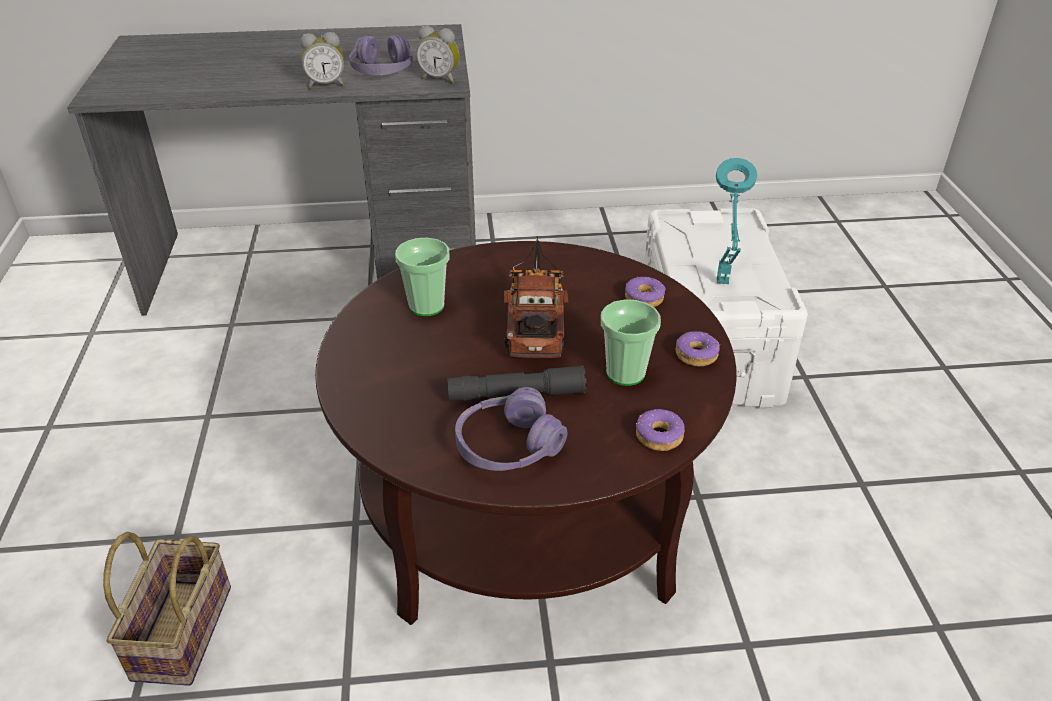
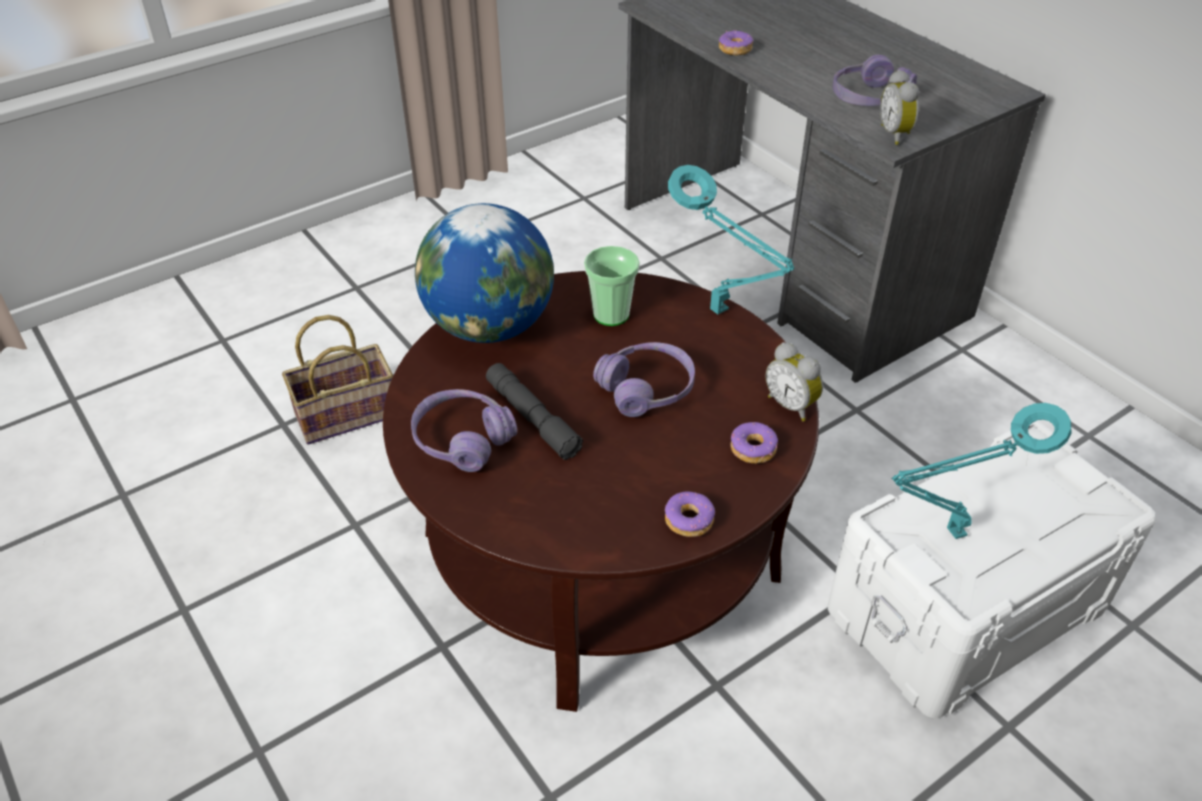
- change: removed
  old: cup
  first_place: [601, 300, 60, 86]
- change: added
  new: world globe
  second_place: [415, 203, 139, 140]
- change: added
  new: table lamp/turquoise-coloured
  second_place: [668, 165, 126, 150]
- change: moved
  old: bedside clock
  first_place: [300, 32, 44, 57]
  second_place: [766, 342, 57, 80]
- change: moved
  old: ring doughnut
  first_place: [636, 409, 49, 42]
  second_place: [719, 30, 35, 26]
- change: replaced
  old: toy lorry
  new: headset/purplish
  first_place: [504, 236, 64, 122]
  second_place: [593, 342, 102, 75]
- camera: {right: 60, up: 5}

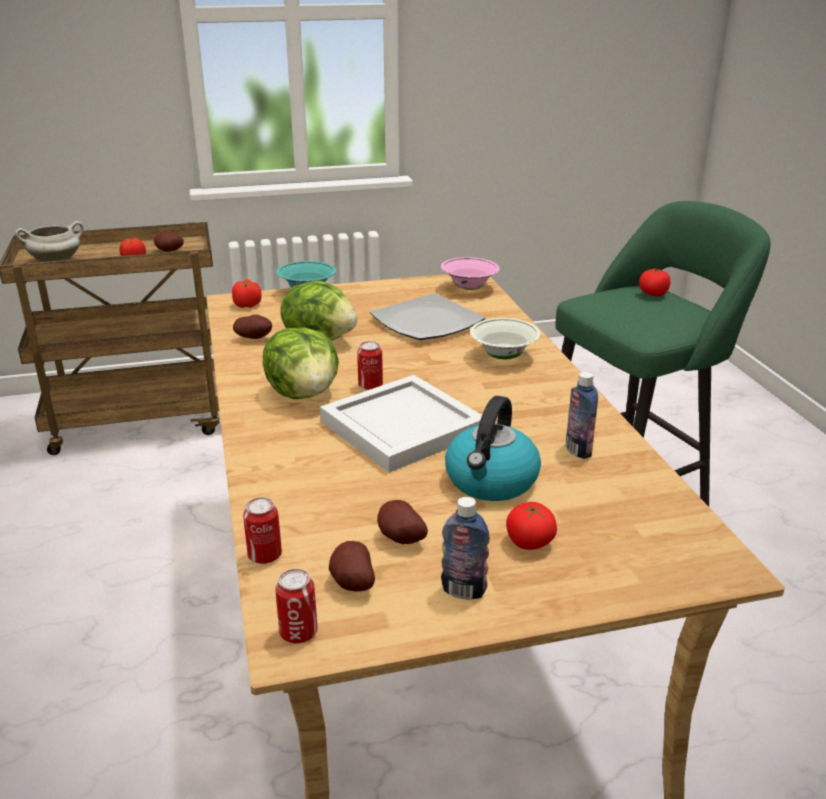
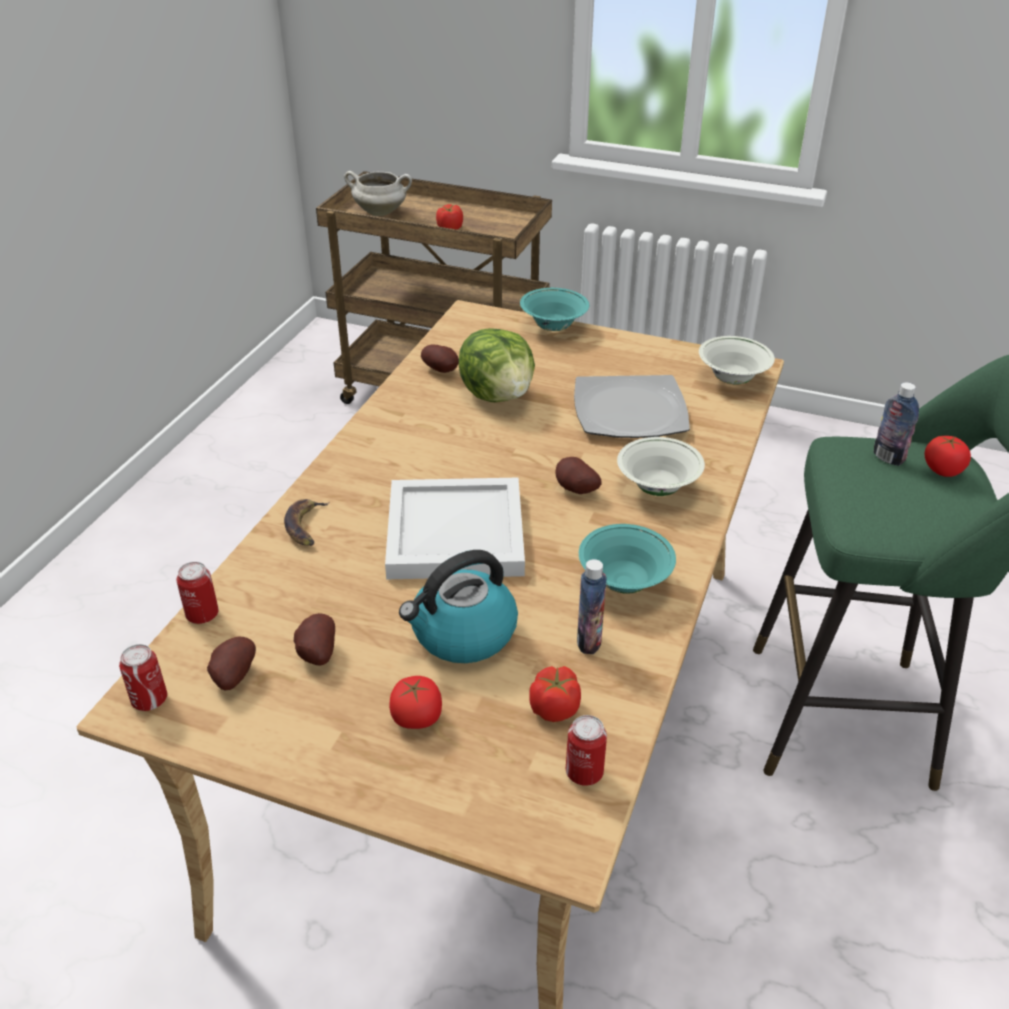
- change: removed
  old: head of lettuce
  first_place: [263, 327, 76, 72]
- change: added
  new: whole banana
  second_place: [284, 499, 45, 47]
- change: added
  new: deep dish/turquoise-coloured
  second_place: [579, 524, 97, 70]
- change: moved
  old: whole potato
  first_place: [154, 232, 30, 20]
  second_place: [556, 457, 46, 37]
- change: moved
  old: tomato
  first_place: [232, 280, 30, 28]
  second_place: [529, 666, 52, 56]
- change: moved
  old: sealed can
  first_place: [357, 341, 26, 49]
  second_place: [566, 715, 41, 71]
- change: moved
  old: drink bottle
  first_place: [441, 497, 49, 102]
  second_place: [874, 382, 45, 84]
- change: recoloured
  old: deep dish/pink-coloured
  new: deep dish/white
  first_place: [441, 257, 59, 33]
  second_place: [699, 336, 76, 48]
- camera: {right: 35, up: 10}

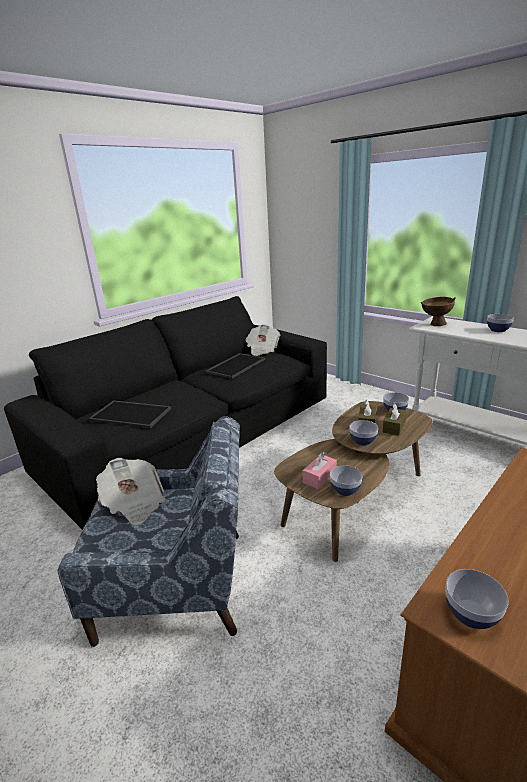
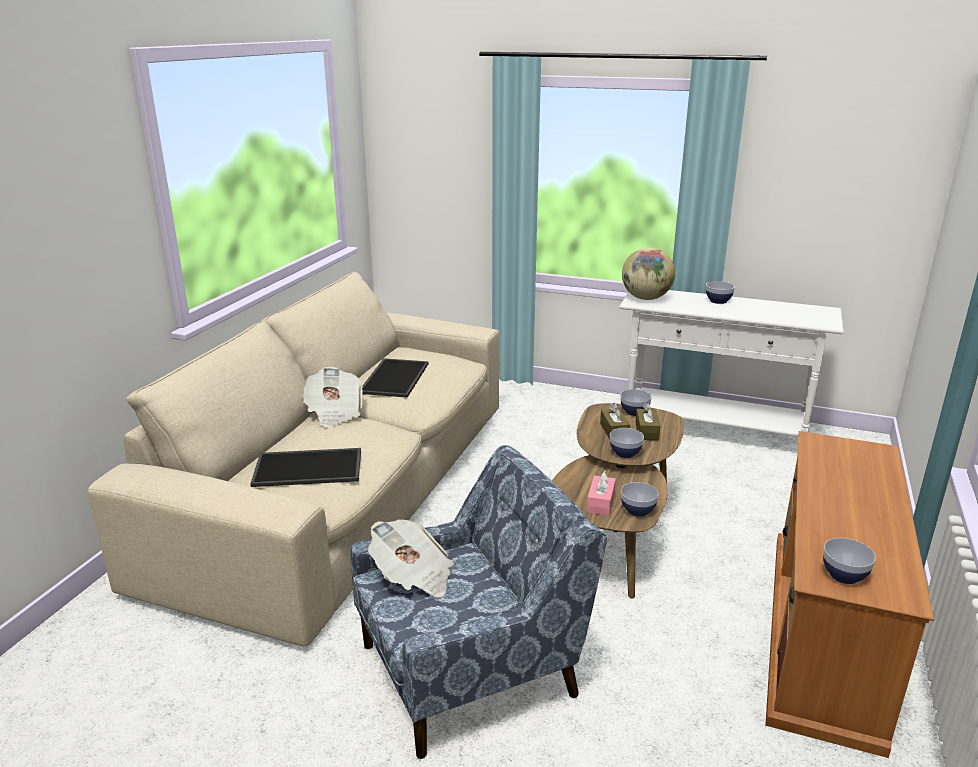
- change: moved
  old: daily paper
  first_place: [246, 324, 34, 32]
  second_place: [302, 367, 61, 60]
- change: replaced
  old: deep dish/brown-coloured
  new: world globe
  first_place: [421, 297, 35, 29]
  second_place: [622, 247, 53, 53]
- change: recoloured
  old: settee/blackish
  new: settee/sand-coloured
  first_place: [4, 296, 323, 234]
  second_place: [88, 272, 411, 374]
- camera: {right: -25, up: 0}

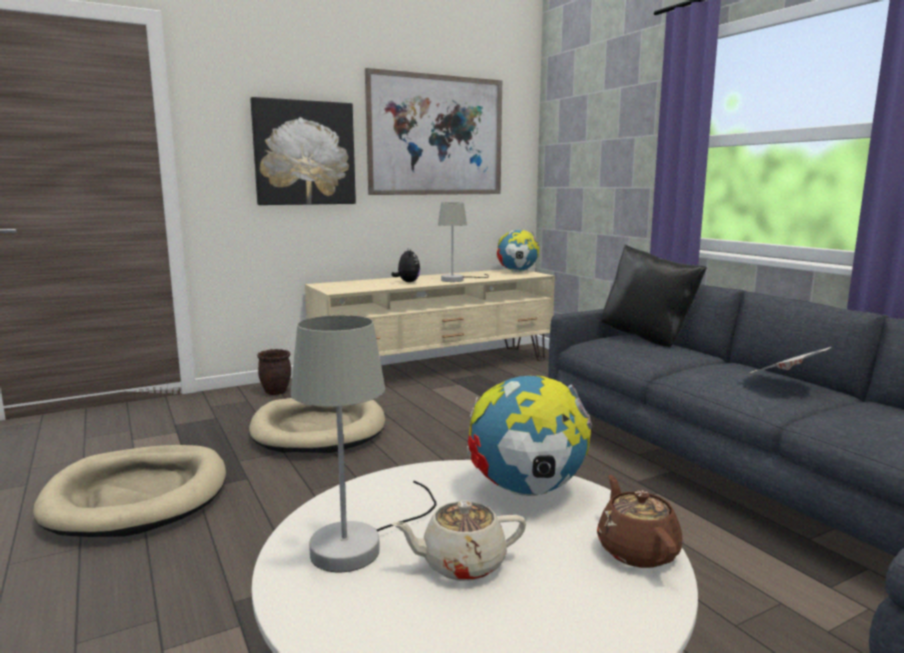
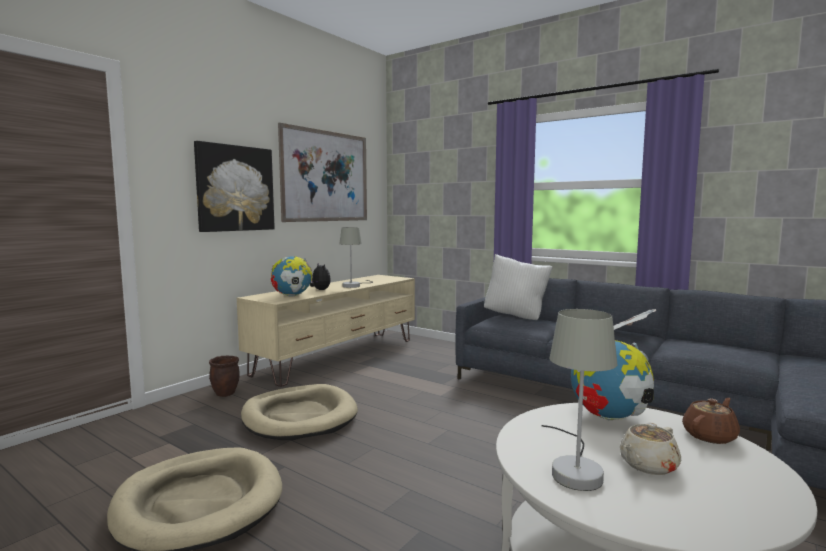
- change: moved
  old: world globe
  first_place: [497, 230, 43, 42]
  second_place: [271, 256, 41, 40]
- change: recoloured
  old: throw pillow/blackish
  new: throw pillow/white
  first_place: [601, 244, 106, 103]
  second_place: [484, 254, 69, 66]
- change: turned
  old: tea pot/brown-coloured
  first_place: [597, 475, 85, 93]
  second_place: [682, 398, 58, 46]
  degrees: 90
- camera: {right: -25, up: -5}

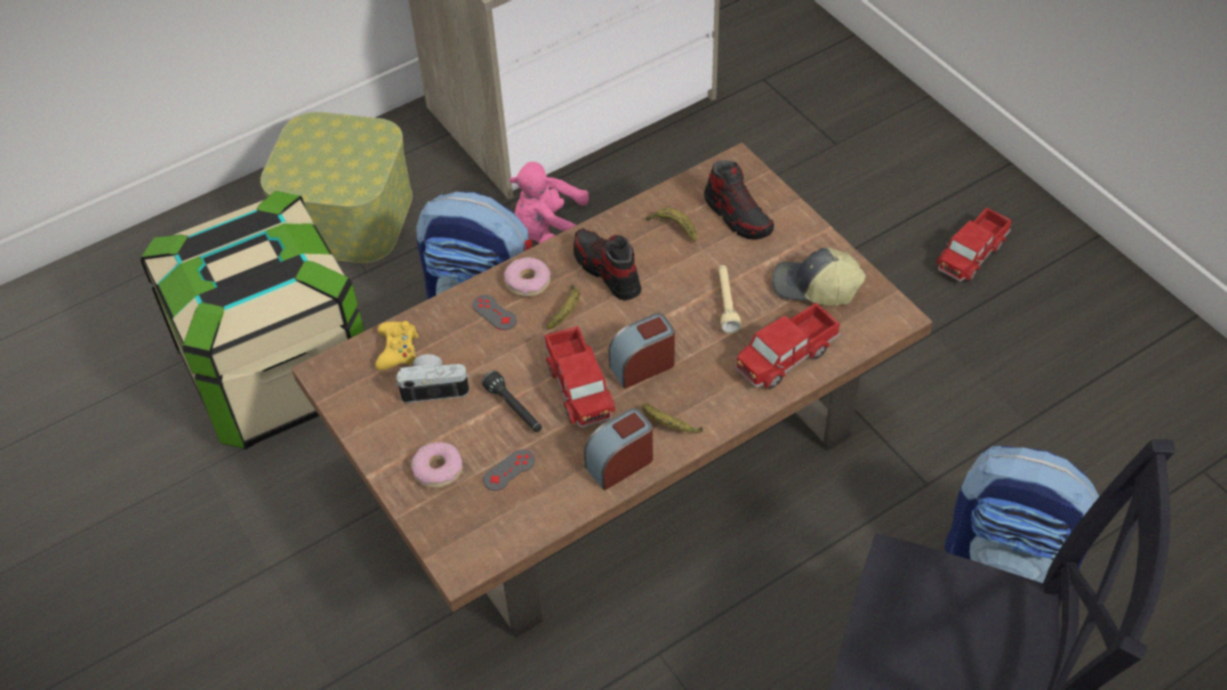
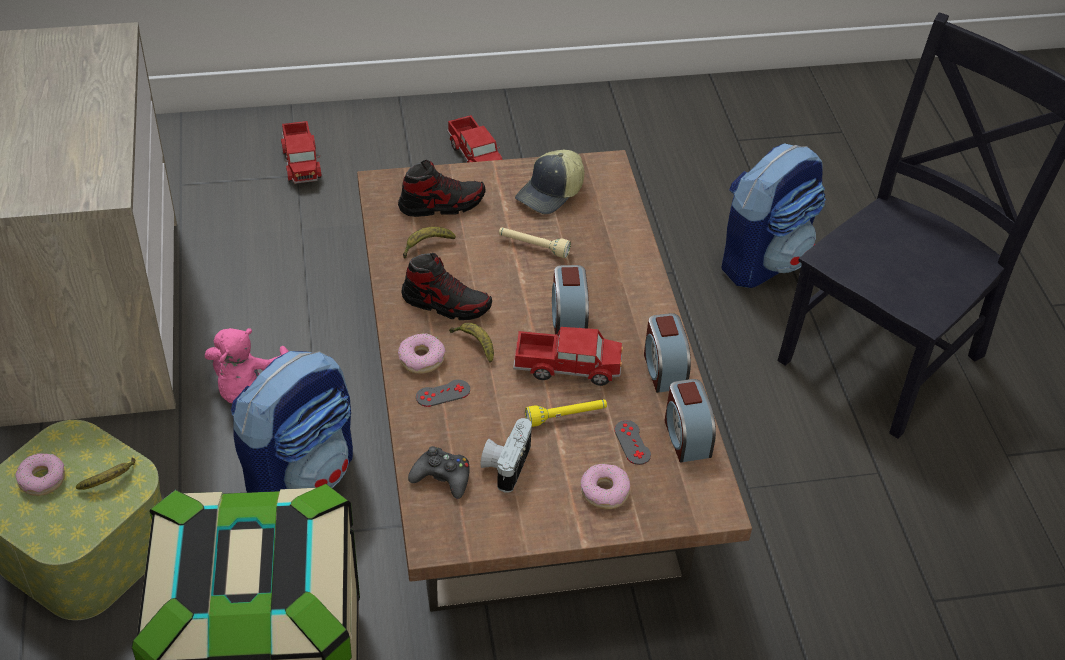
- change: added
  new: ring doughnut
  second_place: [16, 453, 49, 43]
- change: added
  new: bedside clock
  second_place: [664, 379, 52, 84]
- change: moved
  old: whole banana
  first_place: [642, 403, 61, 30]
  second_place: [76, 458, 60, 32]
- change: moved
  old: toy lorry
  first_place: [735, 303, 105, 86]
  second_place: [281, 121, 41, 63]
- change: recoloured
  old: gamepad/yellow-coloured
  new: gamepad/blackish
  first_place: [375, 321, 44, 49]
  second_place: [408, 446, 62, 53]
- change: recoloured
  old: hand torch/blackish
  new: hand torch/yellow-coloured
  first_place: [482, 370, 60, 62]
  second_place: [525, 399, 82, 28]
- change: turned
  old: shoe
  first_place: [573, 228, 69, 72]
  second_place: [401, 253, 91, 67]
  degrees: -150
- camera: {right: -70, up: -5}

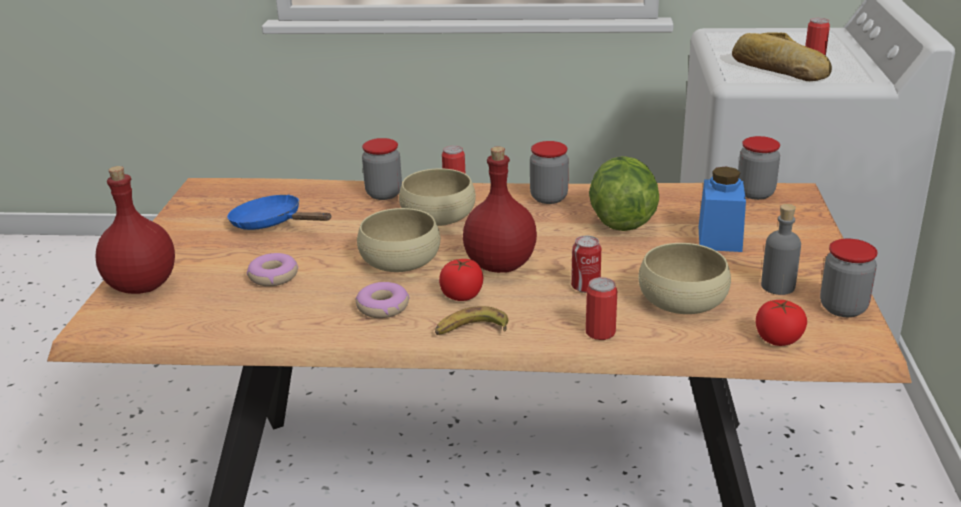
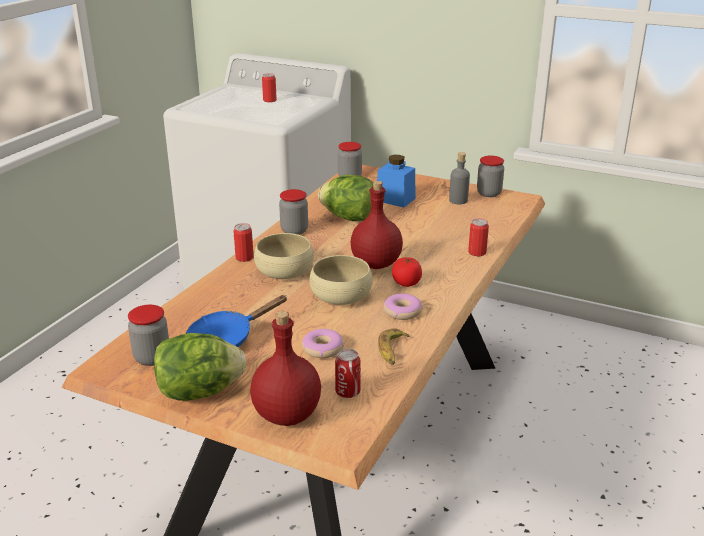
- change: removed
  old: deep dish/sand-coloured
  first_place: [638, 243, 93, 71]
- change: removed
  old: bread
  first_place: [732, 32, 100, 49]
- change: removed
  old: tomato
  first_place: [756, 300, 51, 46]
- change: added
  new: head of lettuce
  second_place: [154, 333, 92, 68]
- change: moved
  old: preserve jar
  first_place: [362, 138, 40, 62]
  second_place: [128, 305, 41, 61]
- change: moved
  old: whole banana
  first_place: [435, 306, 73, 29]
  second_place: [378, 328, 31, 37]
- change: moved
  old: sealed can
  first_place: [571, 236, 30, 57]
  second_place: [335, 349, 26, 49]
- camera: {right: -70, up: 0}

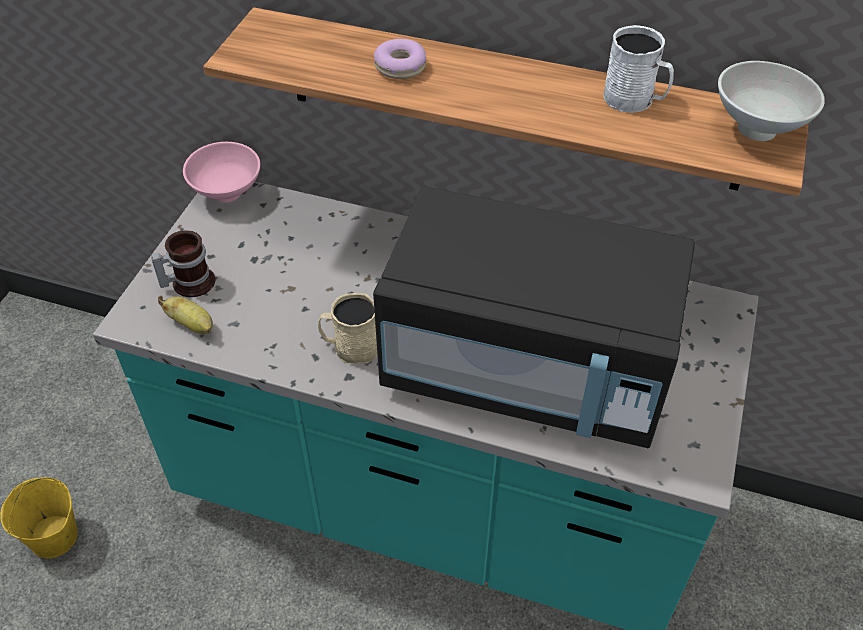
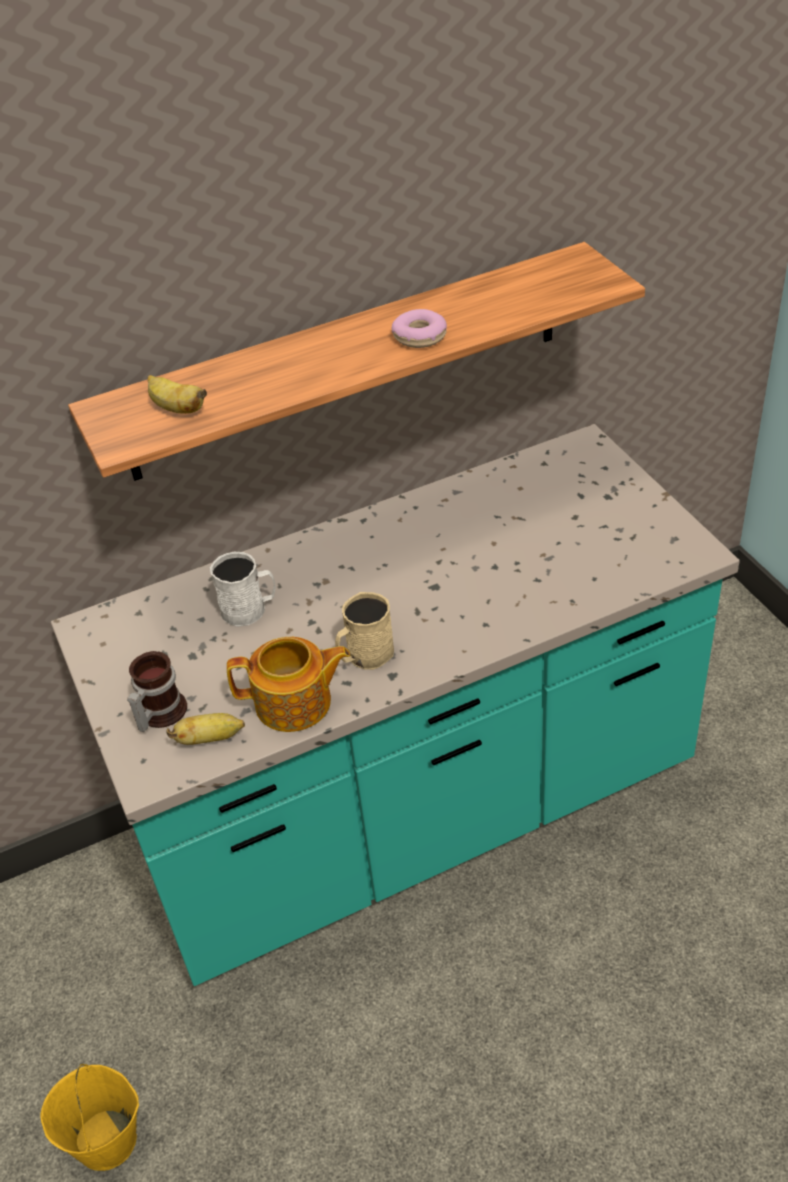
- change: removed
  old: deep dish/pink-coloured
  first_place: [183, 142, 77, 60]
- change: removed
  old: microwave oven/blackish
  first_place: [373, 186, 322, 262]
- change: removed
  old: deep dish/white
  first_place: [718, 61, 107, 80]
- change: added
  new: whole banana
  second_place: [148, 375, 59, 39]
- change: added
  new: tea pot
  second_place: [227, 637, 123, 95]
- change: moved
  old: ring doughnut
  first_place: [374, 39, 52, 40]
  second_place: [392, 309, 55, 39]
- change: moved
  old: tea mug/white
  first_place: [603, 25, 71, 88]
  second_place: [210, 552, 66, 75]
- camera: {right: -40, up: -5}

